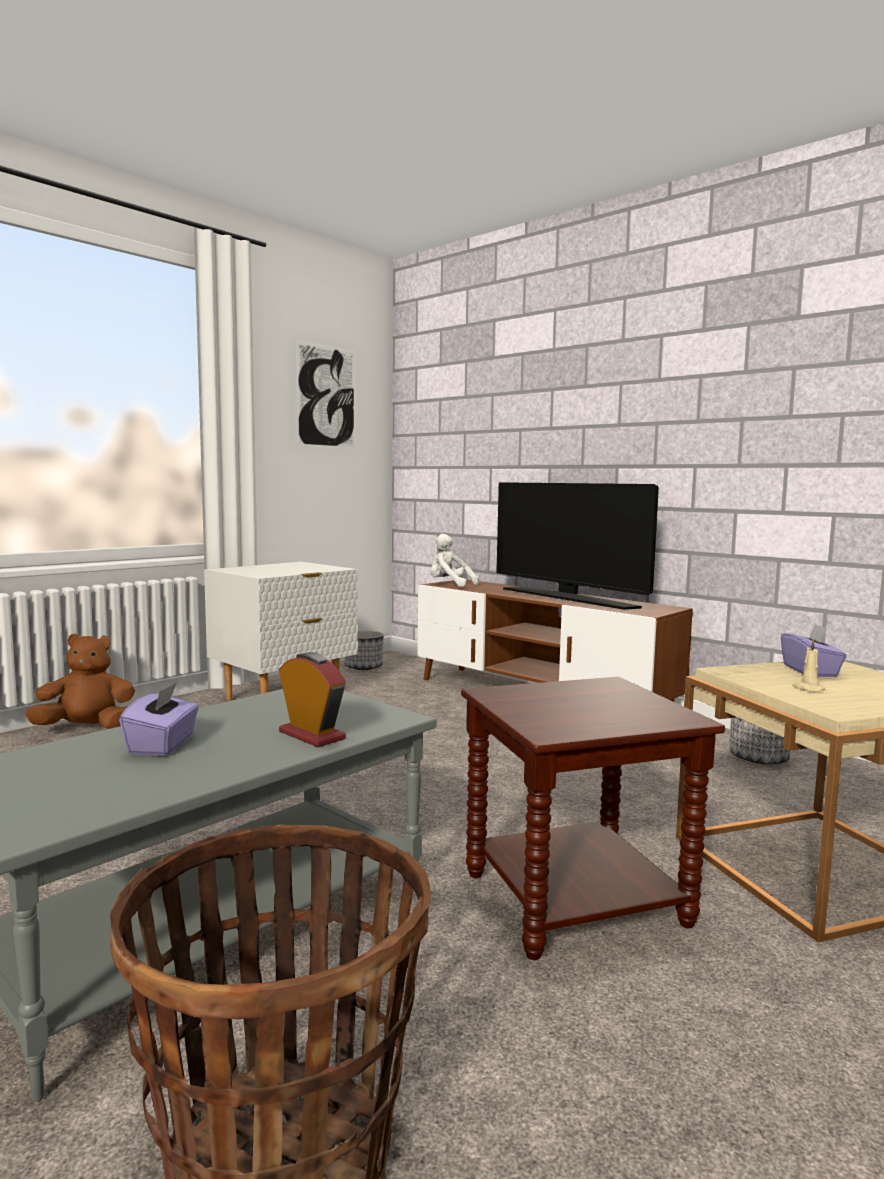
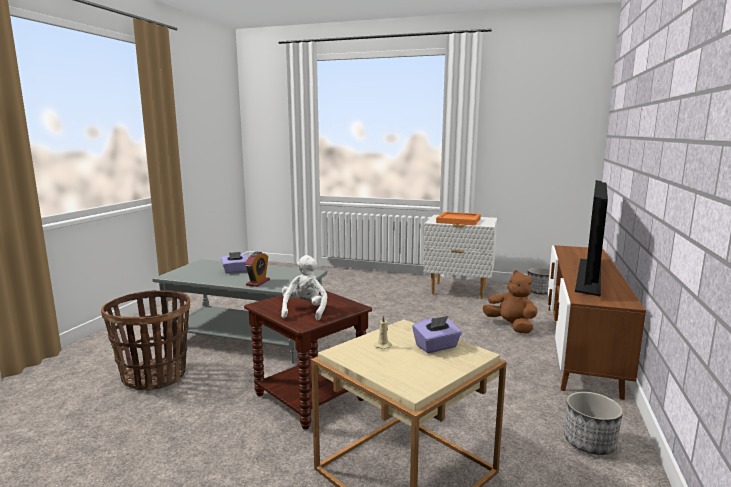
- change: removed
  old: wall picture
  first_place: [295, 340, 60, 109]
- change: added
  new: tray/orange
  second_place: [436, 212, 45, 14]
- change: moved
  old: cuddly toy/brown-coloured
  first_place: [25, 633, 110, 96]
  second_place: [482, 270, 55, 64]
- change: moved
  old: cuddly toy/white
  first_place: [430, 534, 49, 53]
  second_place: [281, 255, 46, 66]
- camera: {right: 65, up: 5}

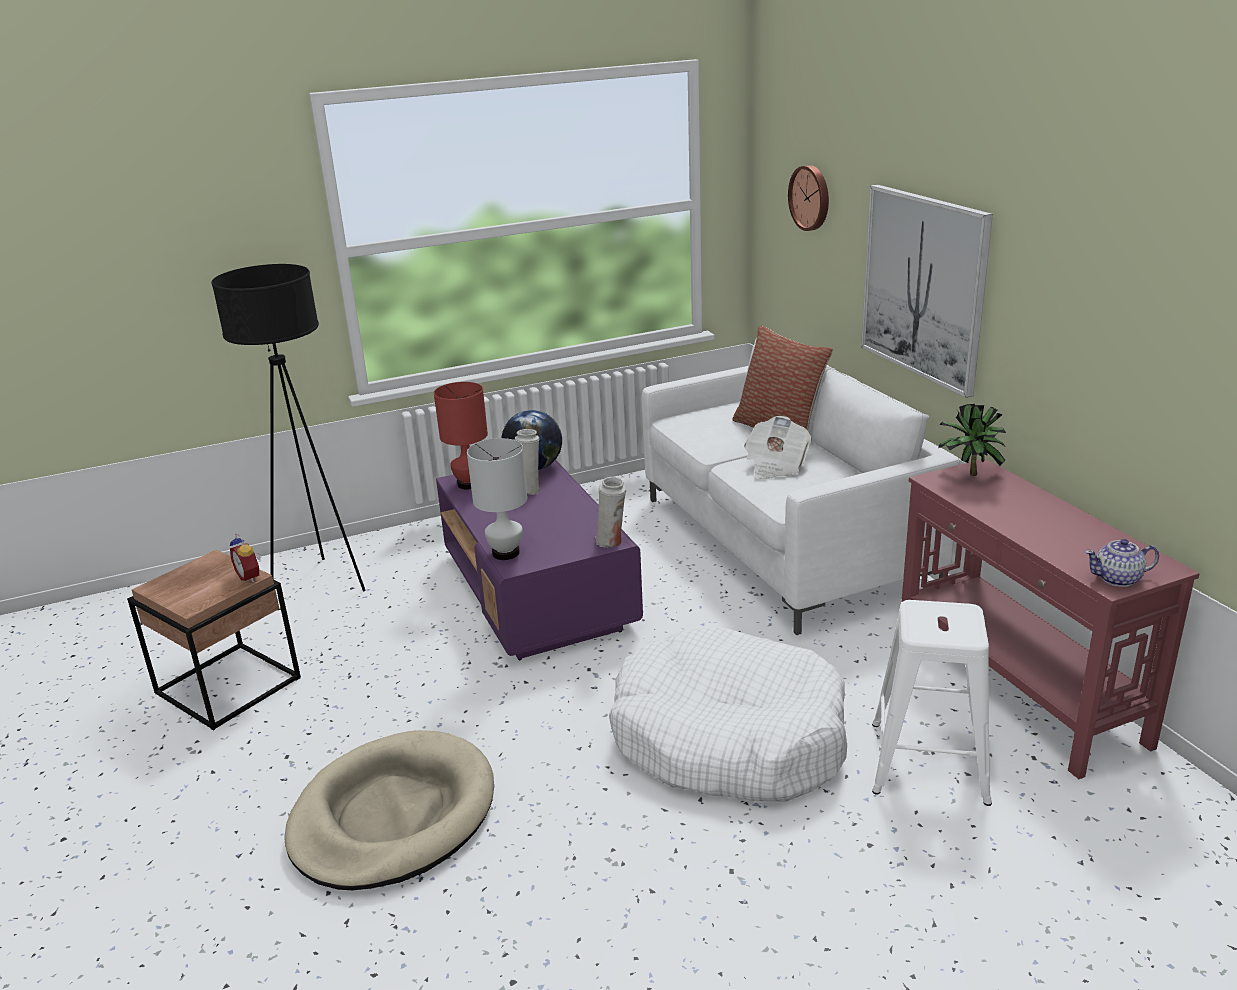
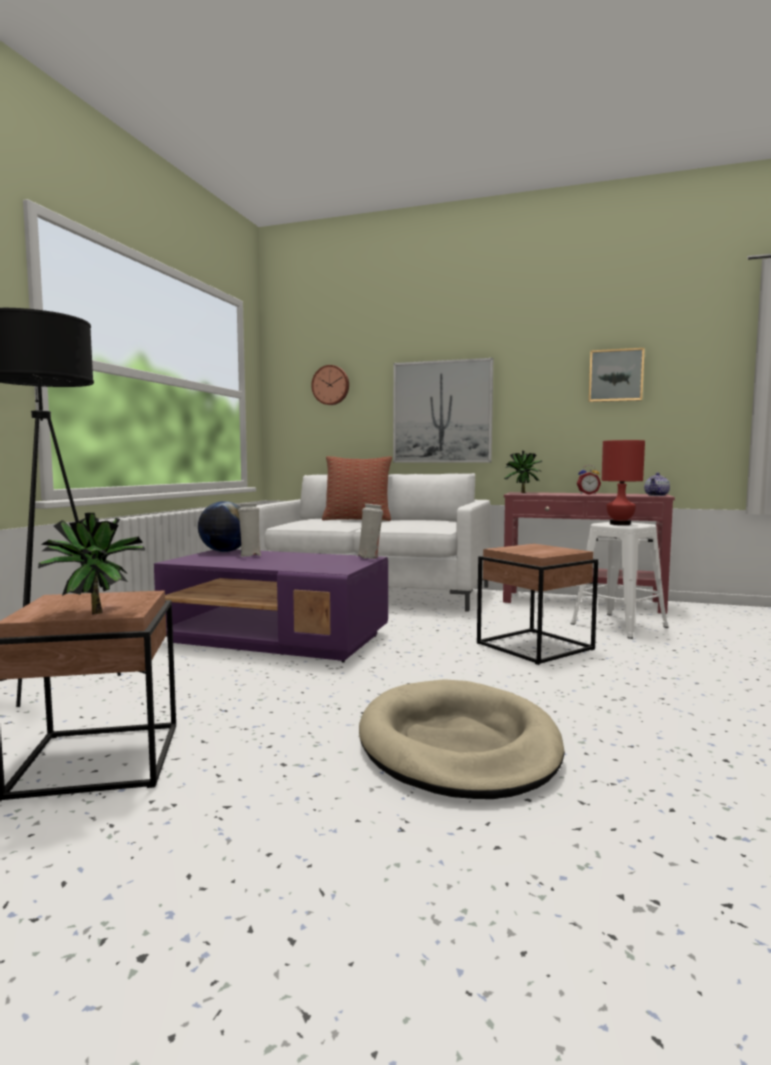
- change: removed
  old: table lamp/white
  first_place: [467, 438, 61, 122]
- change: removed
  old: daily paper
  first_place: [744, 416, 68, 63]
- change: added
  new: potted plant
  second_place: [38, 513, 107, 101]
- change: added
  new: wall picture
  second_place: [589, 348, 56, 54]
- change: moved
  old: bedside clock
  first_place: [230, 534, 31, 49]
  second_place: [577, 465, 24, 30]
- change: moved
  old: table lamp/red-coloured
  first_place: [434, 382, 54, 107]
  second_place: [602, 440, 43, 85]
- change: replaced
  old: pet bed/white
  new: accent table/brown-coloured
  first_place: [609, 628, 238, 174]
  second_place: [477, 544, 121, 121]
- camera: {right: -50, up: -20}

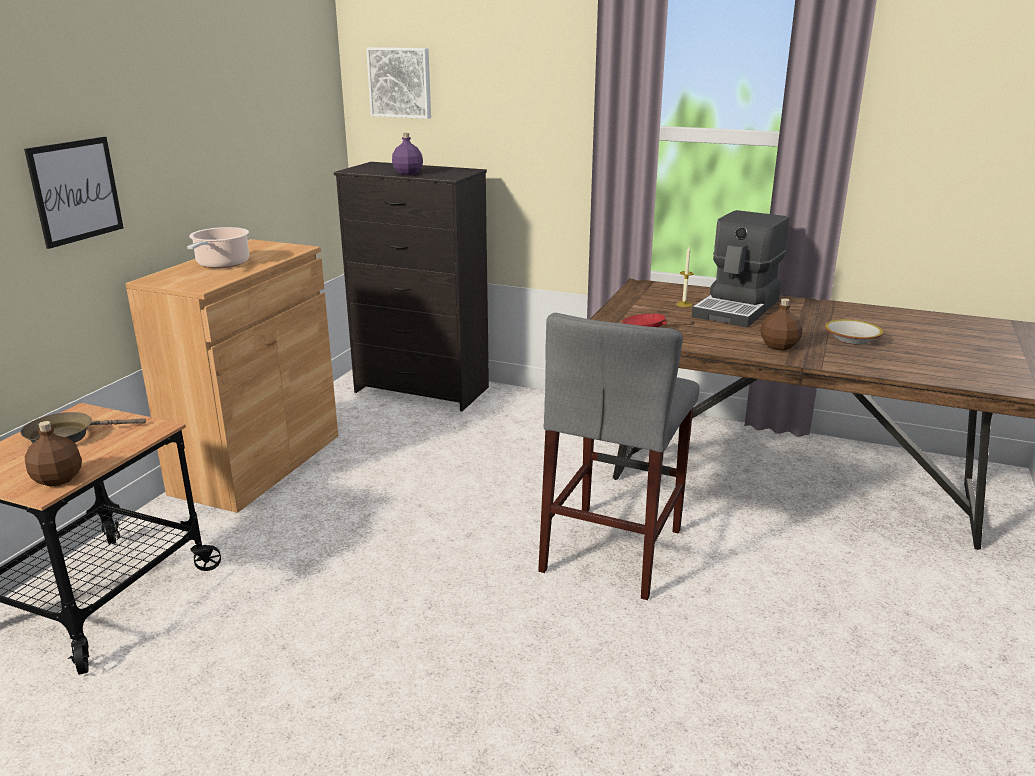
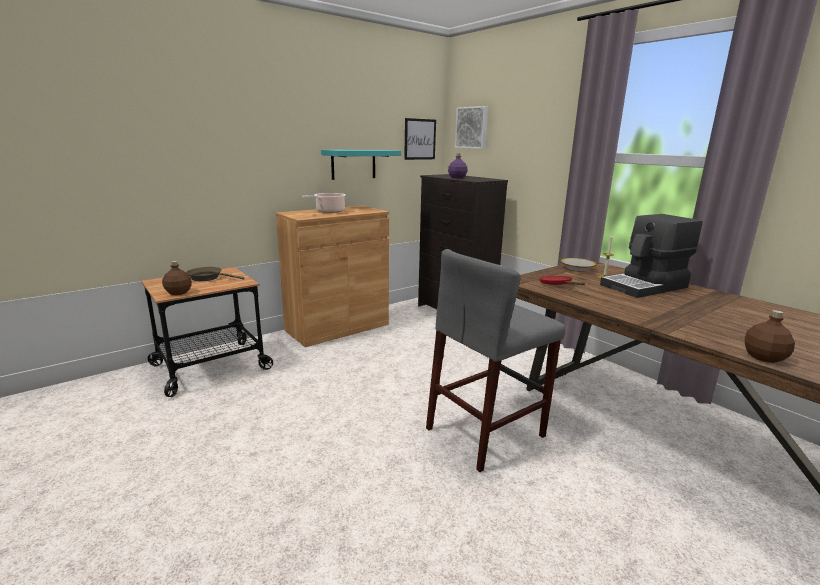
- change: added
  new: wall shelf/turquoise-coloured
  second_place: [321, 150, 80, 30]
- change: moved
  old: wall picture
  first_place: [24, 137, 99, 112]
  second_place: [404, 118, 32, 42]
- change: moved
  old: drink bottle/brown-coloured
  first_place: [760, 298, 42, 52]
  second_place: [745, 310, 50, 53]
- change: moved
  old: deep dish
  first_place: [825, 319, 59, 26]
  second_place: [560, 258, 37, 14]
- camera: {right: 30, up: -5}

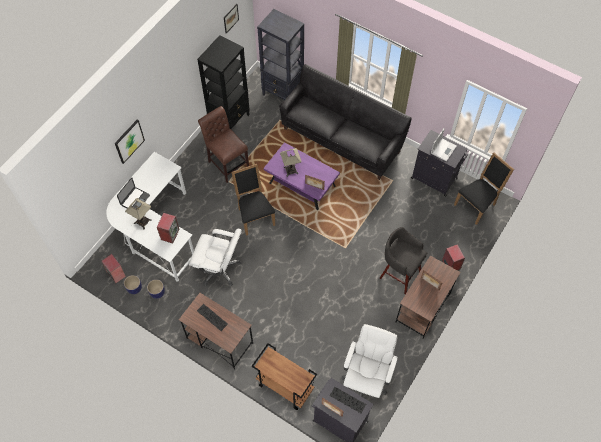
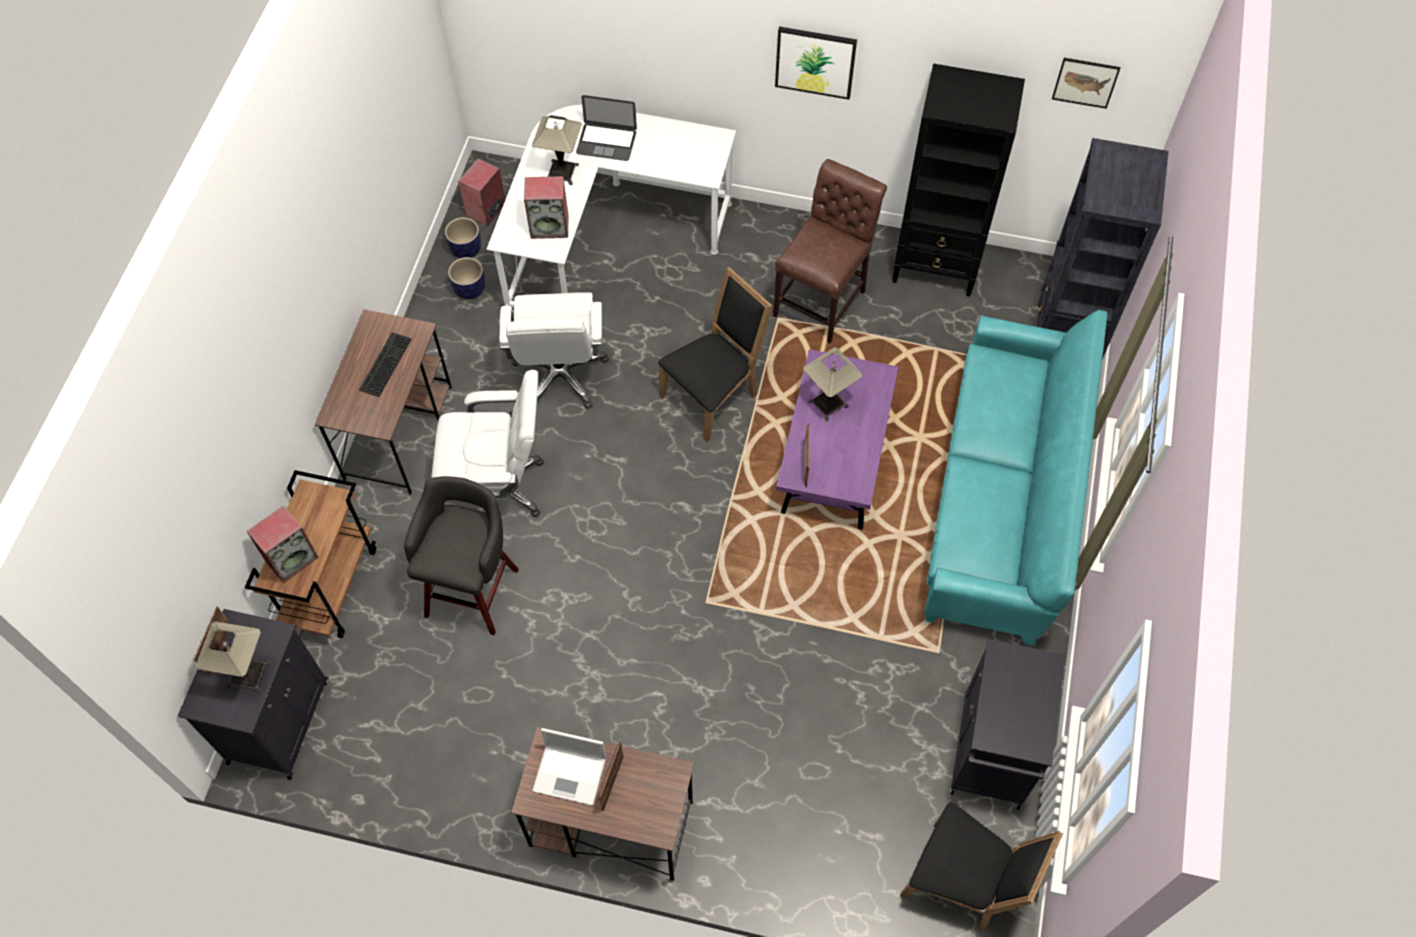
- change: moved
  old: wall picture
  first_place: [115, 120, 30, 44]
  second_place: [775, 27, 82, 73]
- change: moved
  old: desk chair/white
  first_place: [342, 324, 56, 74]
  second_place: [431, 370, 113, 147]
- change: moved
  old: stool/gray
  first_place: [380, 227, 47, 67]
  second_place: [404, 476, 115, 159]
- change: moved
  old: notebook computer
  first_place: [431, 128, 26, 33]
  second_place: [532, 728, 74, 78]
- change: moved
  old: loudspeaker
  first_place: [442, 244, 23, 26]
  second_place: [247, 505, 72, 78]
- change: replaced
  old: computer keyboard
  new: table lamp
  first_place: [330, 387, 36, 26]
  second_place: [196, 621, 75, 73]
- change: recoloured
  old: settee/blackish
  new: settee/turquoise-coloured
  first_place: [279, 64, 132, 116]
  second_place: [924, 310, 184, 336]
- camera: {right: 70, up: 0}

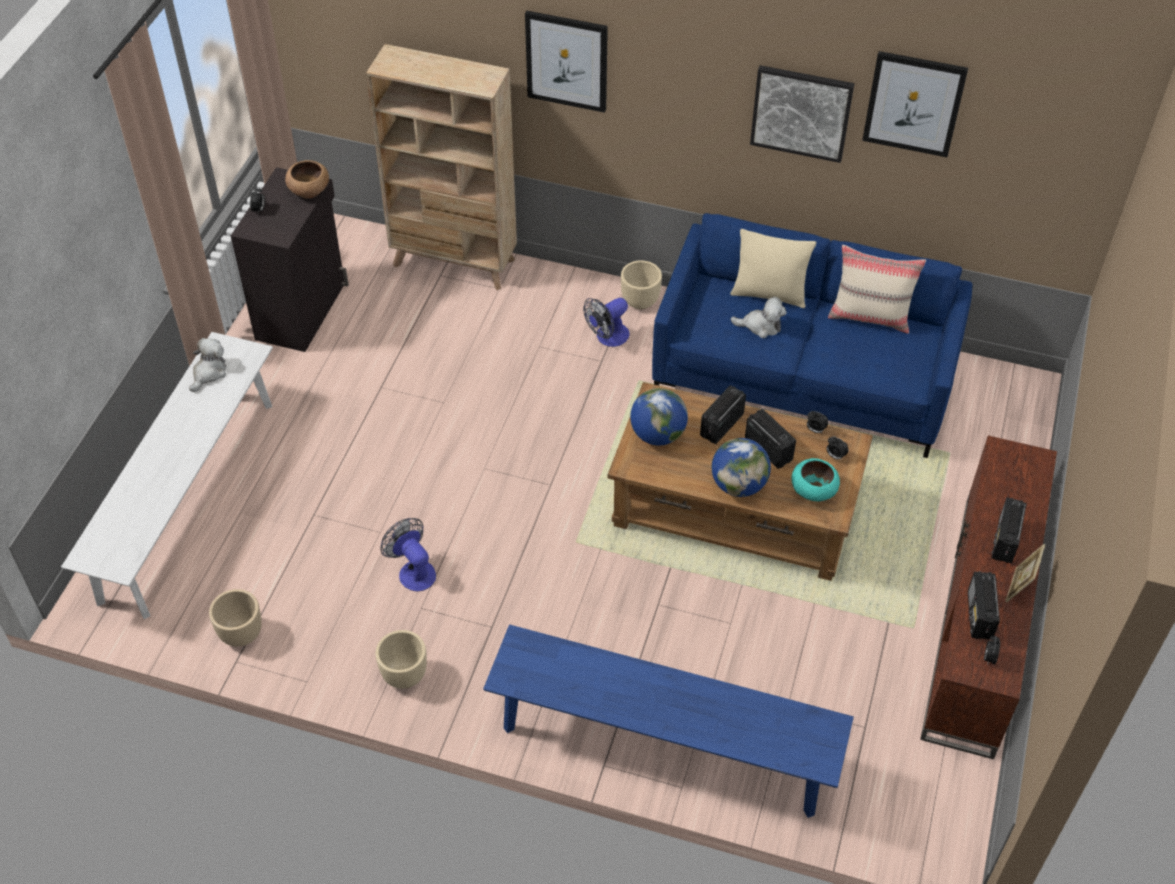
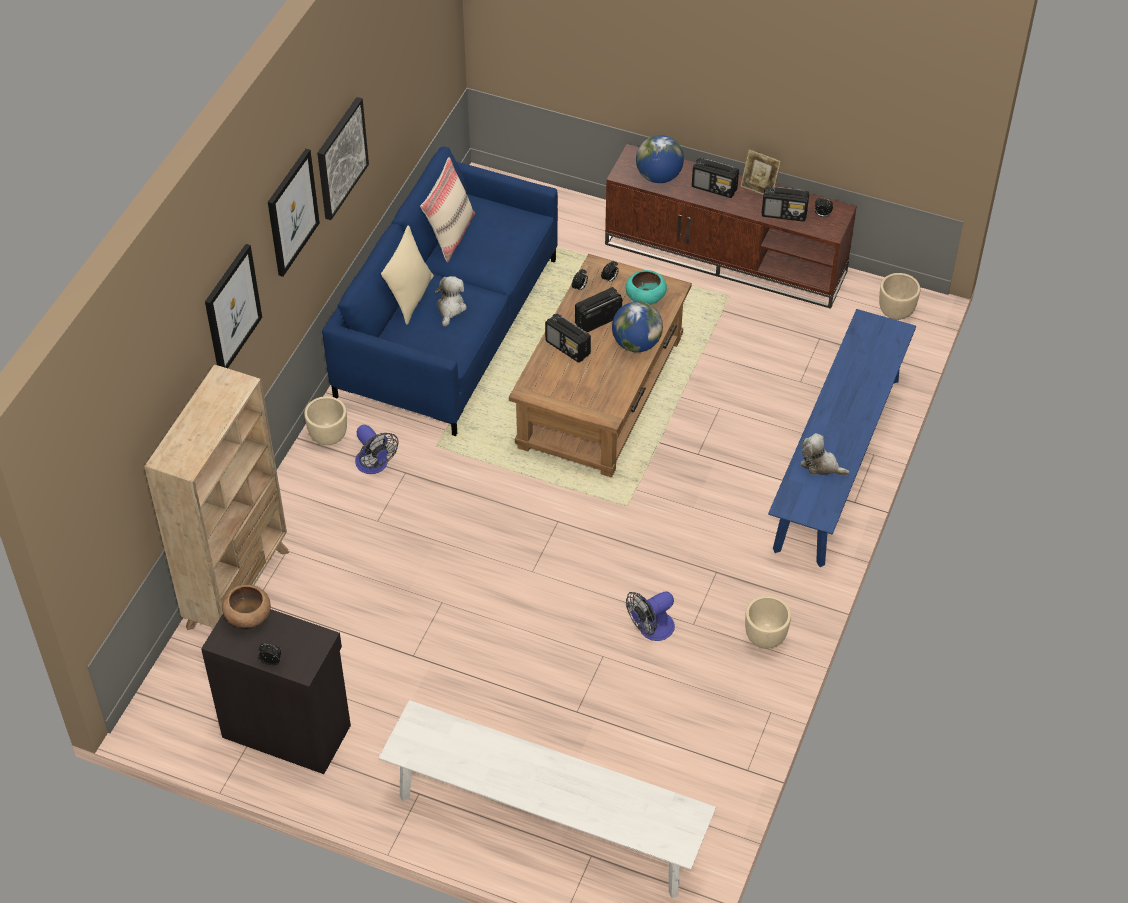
- change: moved
  old: cuddly toy
  first_place: [189, 338, 37, 54]
  second_place: [801, 433, 49, 43]
- change: moved
  old: plant pot/sand-coloured
  first_place: [209, 589, 53, 58]
  second_place: [879, 273, 41, 47]
- change: moved
  old: world globe
  first_place: [630, 388, 58, 57]
  second_place: [636, 135, 48, 48]
- change: moved
  old: wall picture
  first_place: [862, 51, 106, 106]
  second_place: [268, 149, 52, 128]
- camera: {right: -85, up: 0}

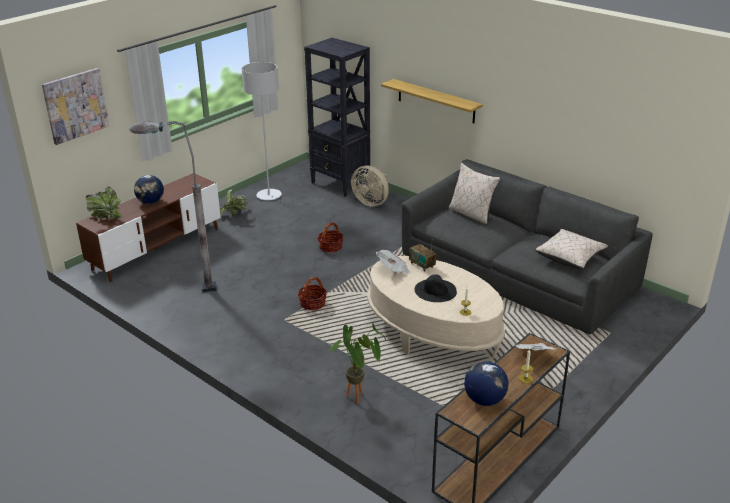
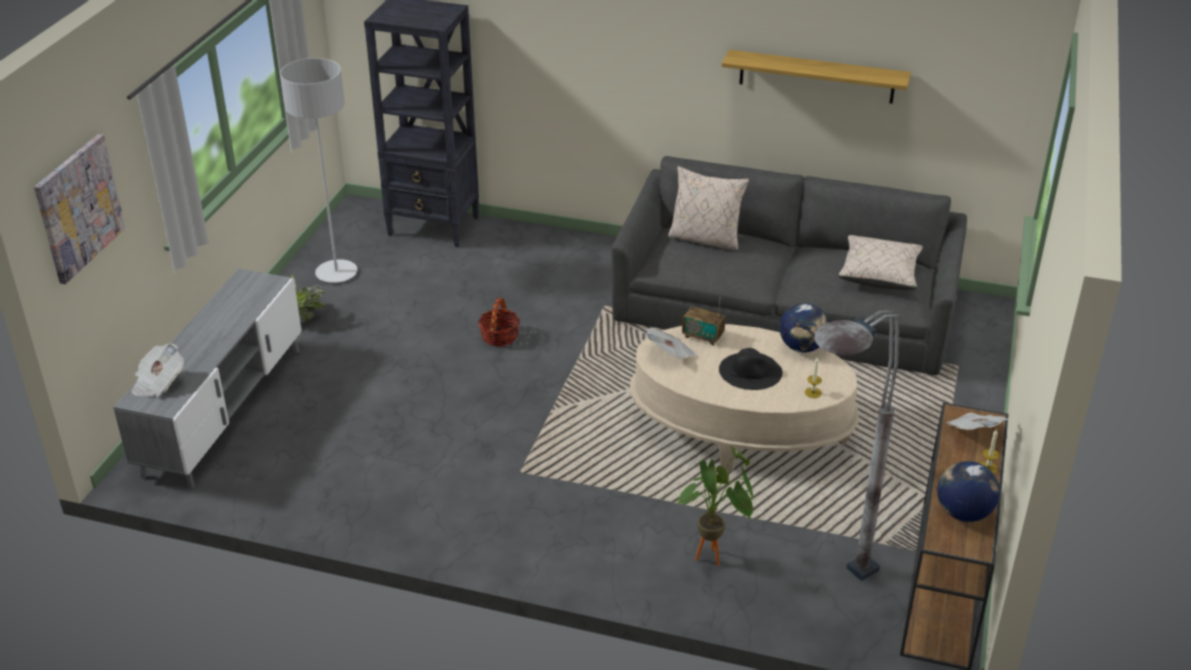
- change: removed
  old: household basket
  first_place: [298, 277, 29, 33]
- change: removed
  old: electric fan/sand-coloured
  first_place: [351, 166, 38, 41]
- change: moved
  old: floor lamp/gray
  first_place: [129, 121, 87, 171]
  second_place: [814, 310, 85, 271]
- change: moved
  old: world globe
  first_place: [134, 175, 30, 29]
  second_place: [779, 303, 50, 49]
- change: moved
  old: wall shelf
  first_place: [381, 79, 102, 44]
  second_place: [722, 50, 189, 54]
- change: replaced
  old: potted plant
  new: daily paper
  first_place: [86, 186, 37, 34]
  second_place: [131, 343, 53, 54]
- change: recoloured
  old: tv unit/brown-coloured
  new: tv unit/gray
  first_place: [76, 173, 145, 109]
  second_place: [113, 268, 188, 221]
- camera: {right: -25, up: 5}

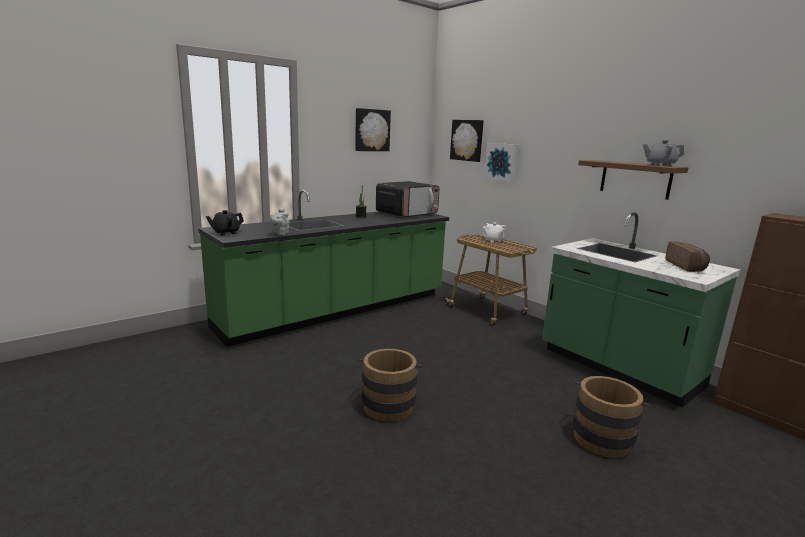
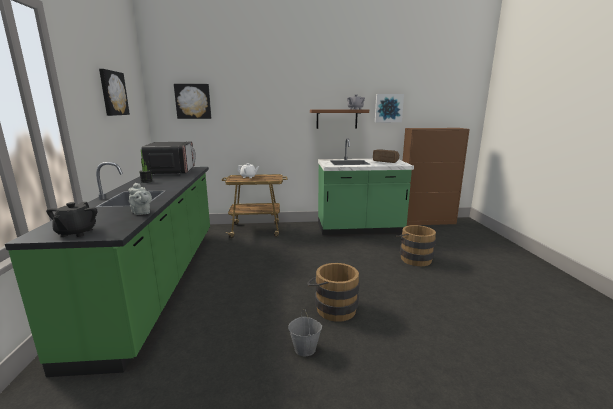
- change: added
  new: pail/gray
  second_place: [288, 309, 34, 47]
- change: moved
  old: wall picture
  first_place: [484, 143, 35, 39]
  second_place: [375, 94, 29, 28]
- camera: {right: -55, up: 0}

